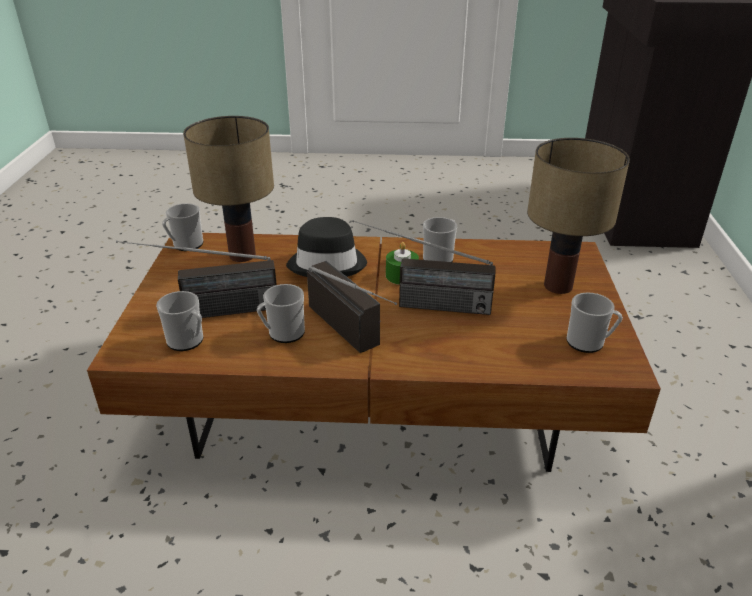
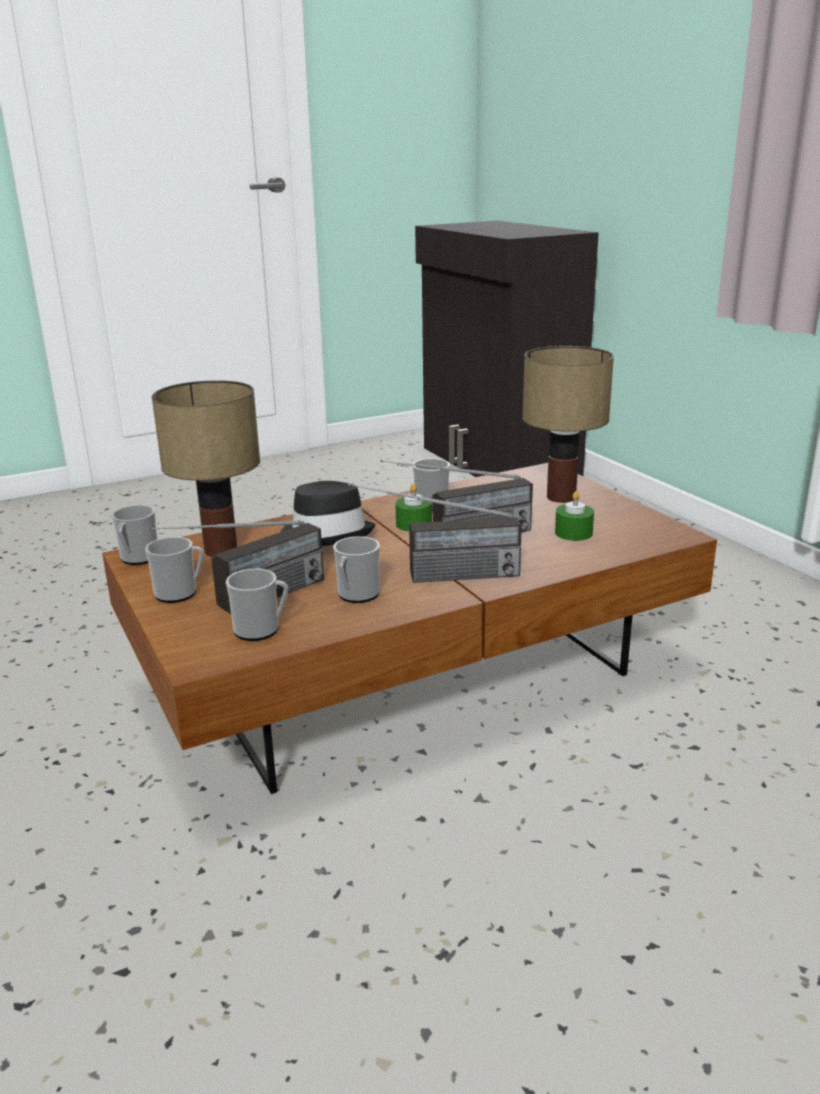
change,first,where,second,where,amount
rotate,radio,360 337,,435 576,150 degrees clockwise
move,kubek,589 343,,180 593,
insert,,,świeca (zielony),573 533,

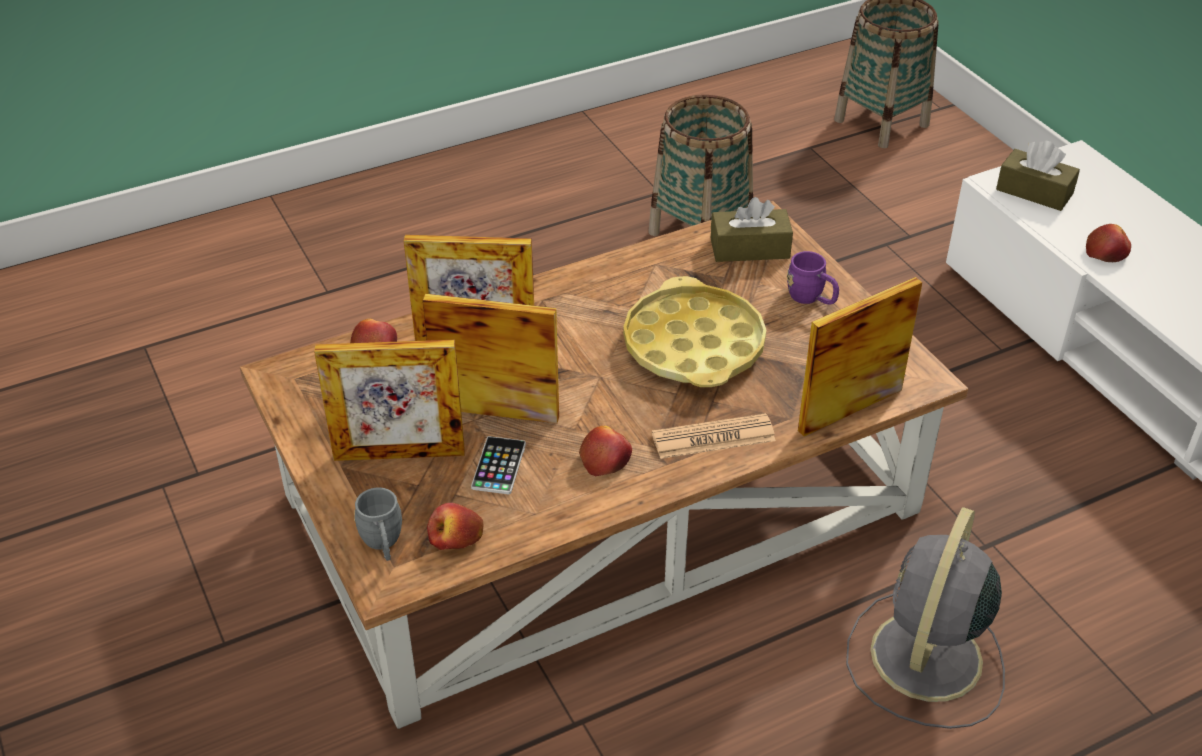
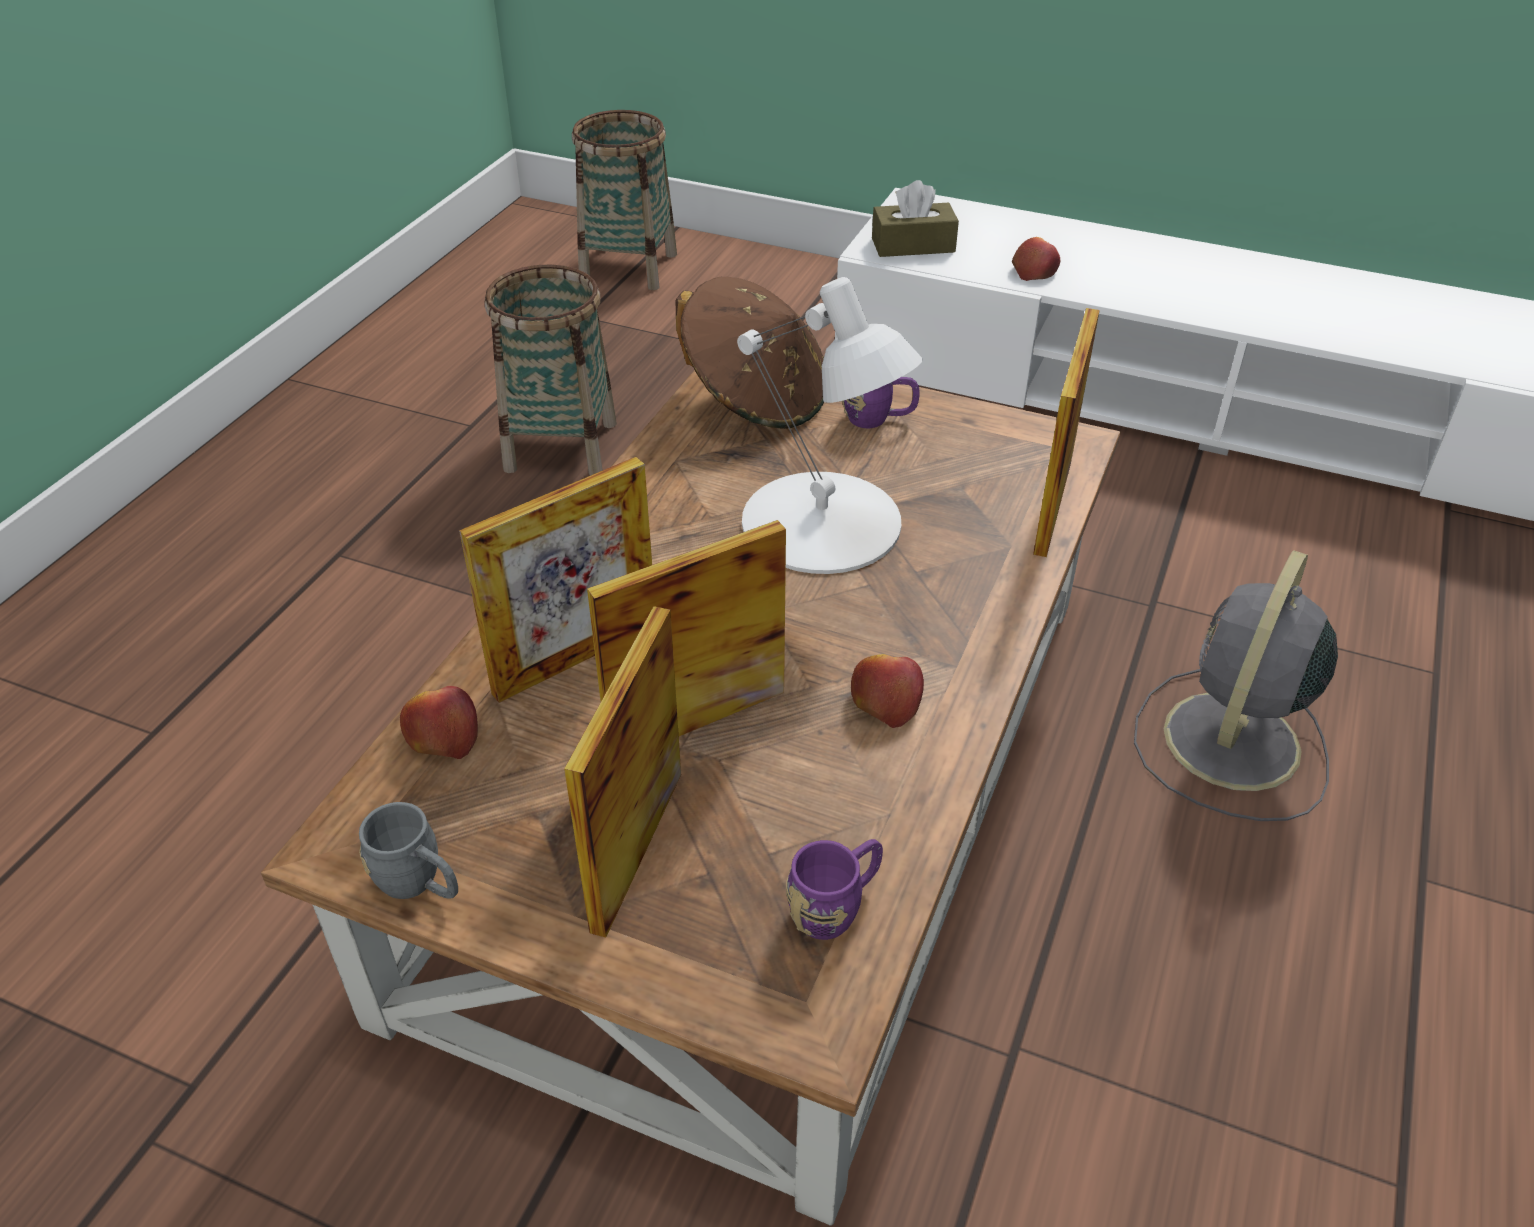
change,first,where,second,where,amount
replace,pudełko chusteczek (brązowy),749 248,kapelusz (brązowy),755 398,
replace,taca (żółty),693 345,lampa stołowa (biały),822 524,
rotate,ramka na zdjęcie,399 454,,637 849,150 degrees clockwise
delete,gazeta,713 437,,,
delete,telefon,499 466,,,
move,kubek (szary),383 544,,420 884,
replace,jabłko,456 537,kubek (fioletowy),836 907,
rotate,wentylator (szary),924 660,,1229 745,45 degrees clockwise

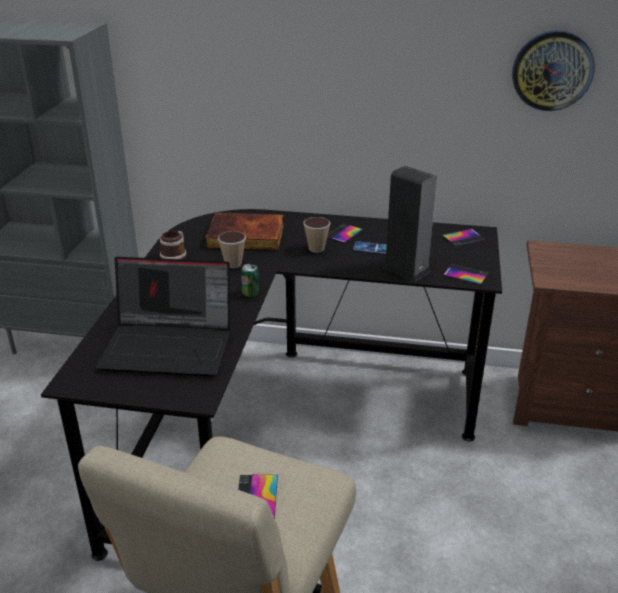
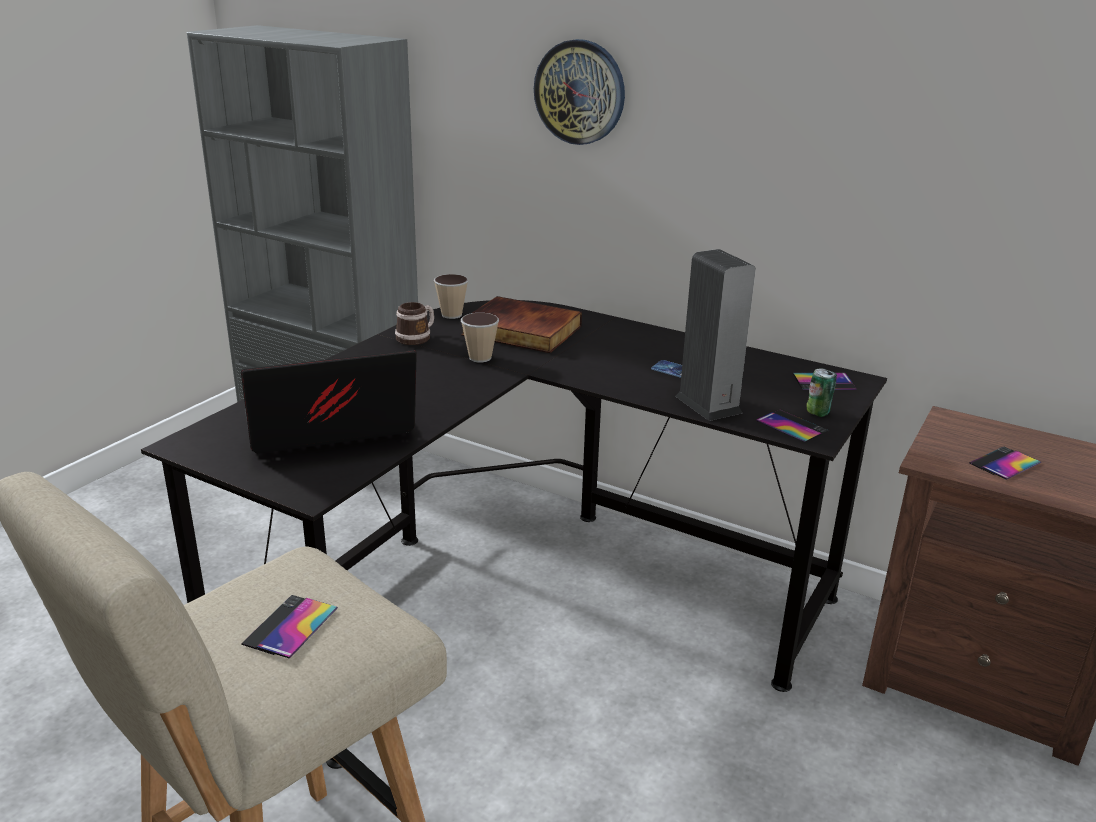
change,first,where,second,where,amount
move,zegar ścienny,552 70,,580 92,
move,filiżanka,316 249,,452 315,
move,telefon,343 233,,1004 463,
rotate,laptop,170 346,,327 430,135 degrees clockwise
move,puszka,250 294,,817 412,

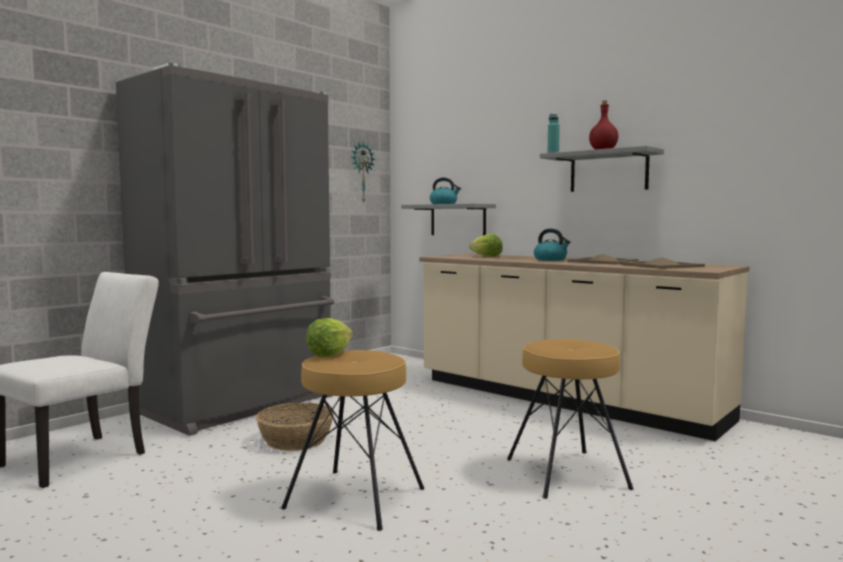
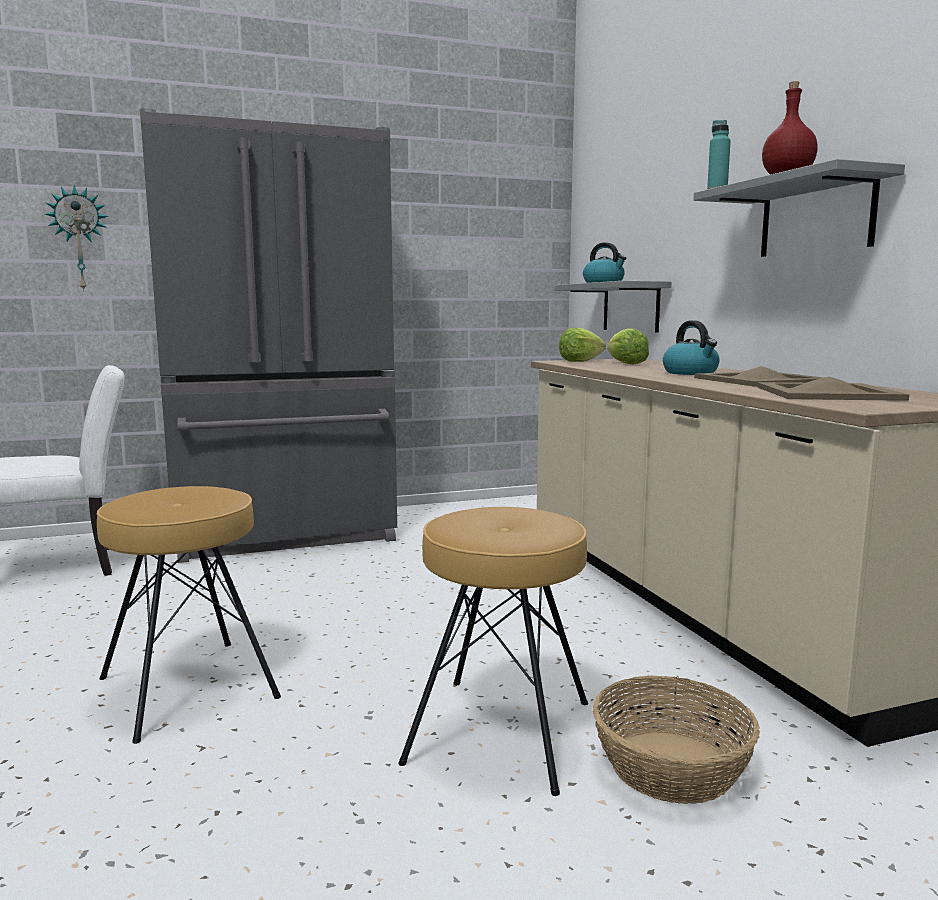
change,first,where,second,where,amount
move,zegar ścienny,361 172,,79 239,
move,sałata,329 354,,580 361,
move,koszyk,296 440,,671 766,

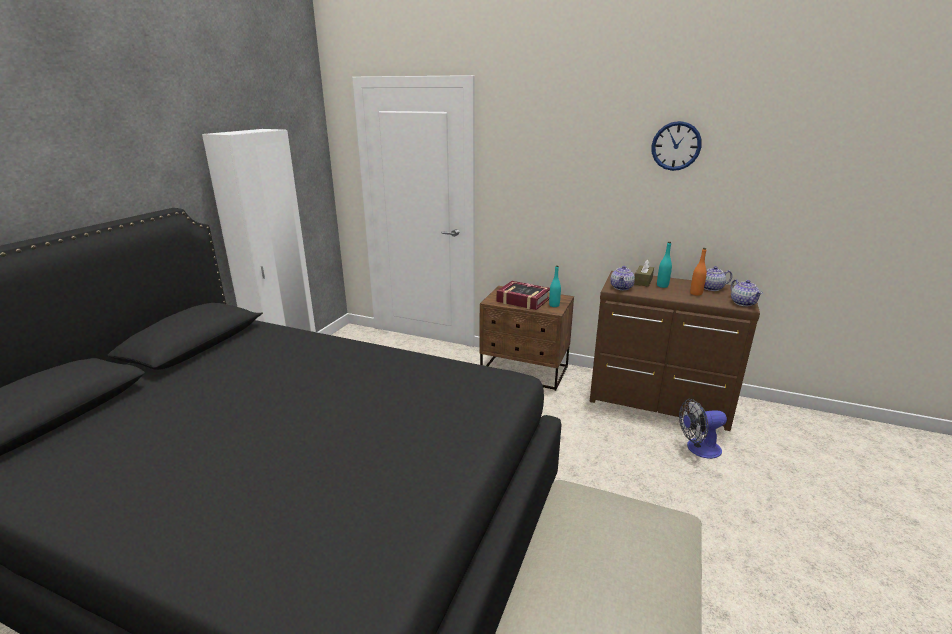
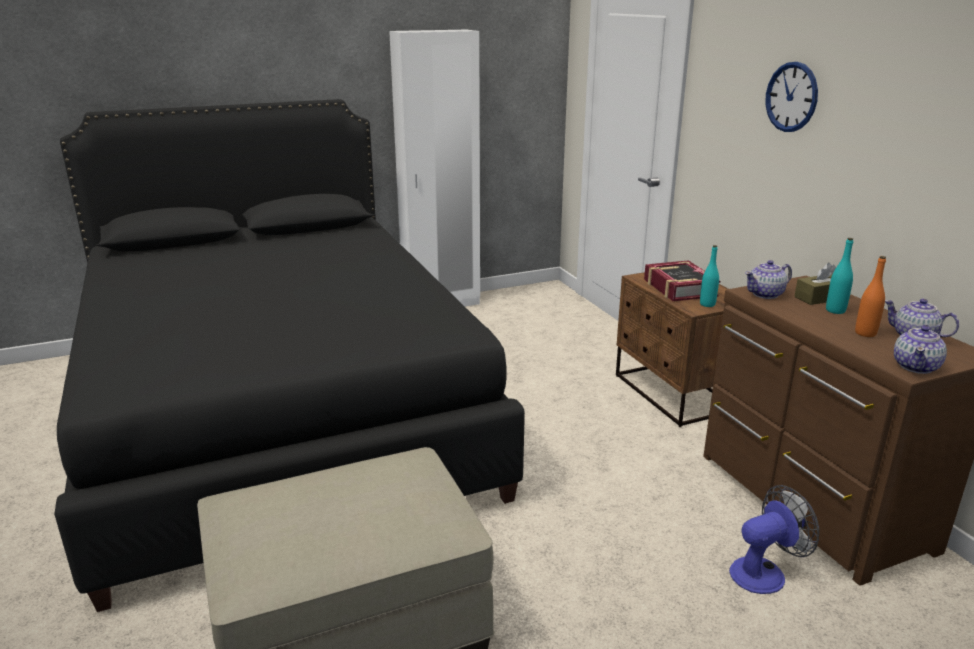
change,first,where,second,where,amount
move,zegar ścienny,676 146,,791 97,
rotate,wentylator,698 449,,765 572,120 degrees clockwise

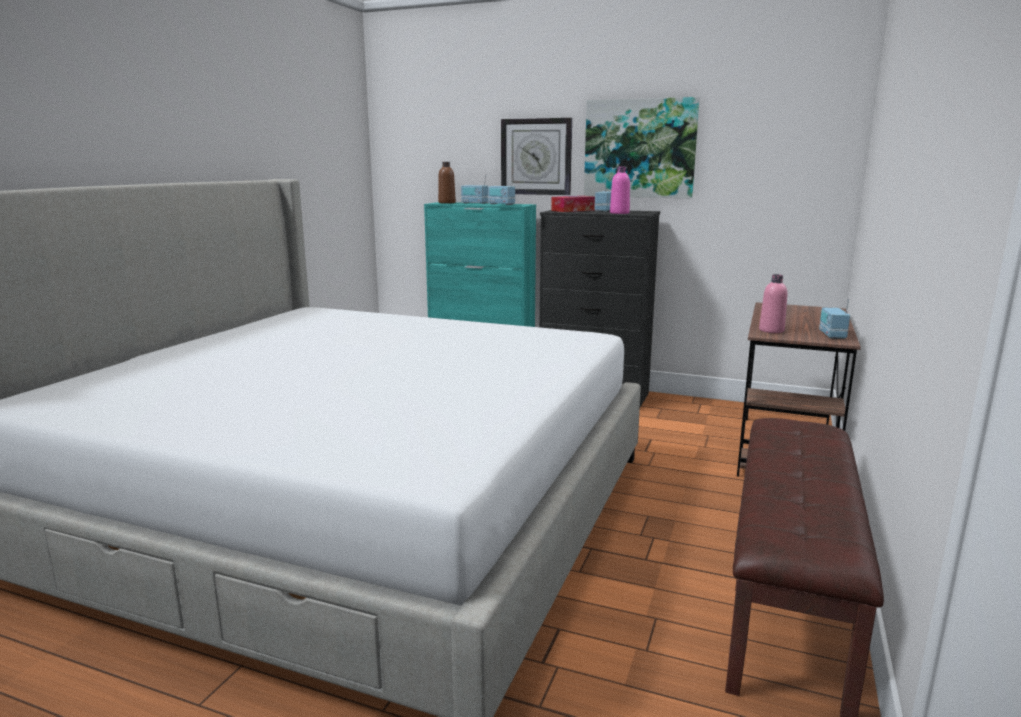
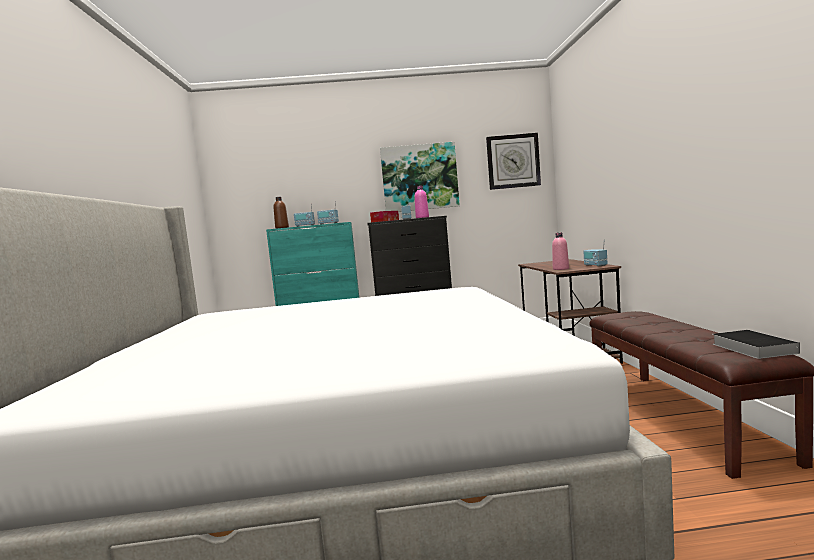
change,first,where,second,where,amount
move,zegar ścienny,536 157,,513 161,
insert,,,książka,750 348,

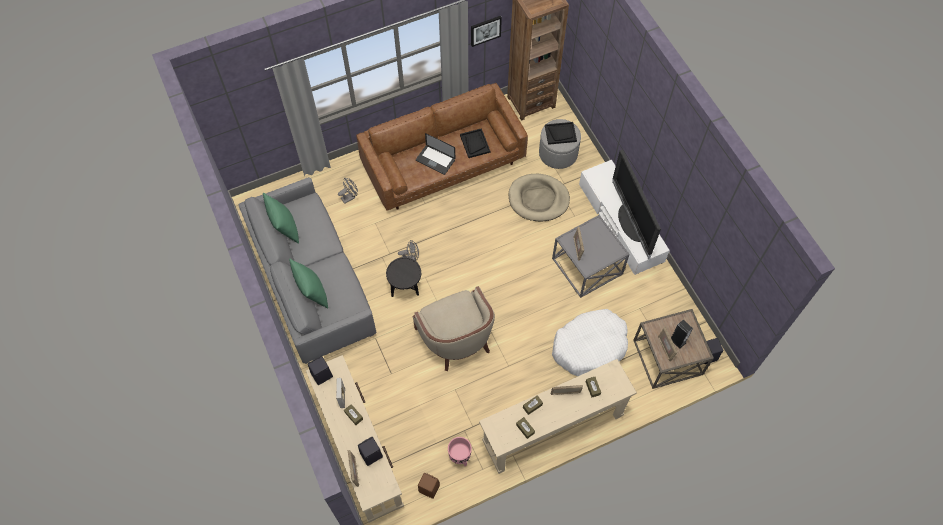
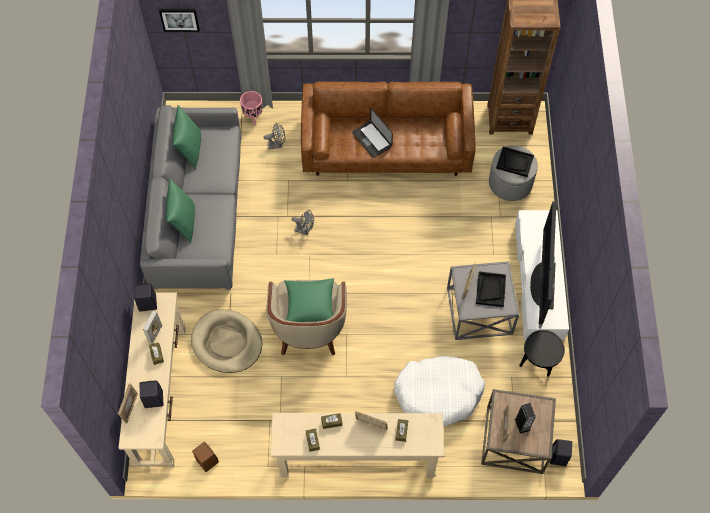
change,first,where,second,where,amount
move,obraz,485 30,,179 19,
move,taca (czarny),474 144,,490 289,
move,legowisko (beżowy),538 199,,227 343,
move,stolik (czarny),406 290,,537 365,
move,donica (różowy),460 457,,253 117,
insert,,,poduszka (zielony),310 305,

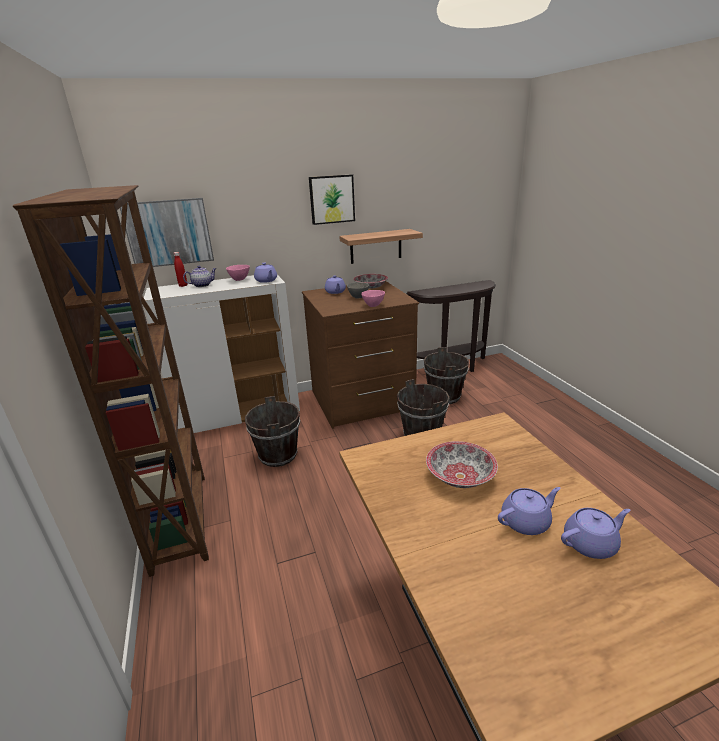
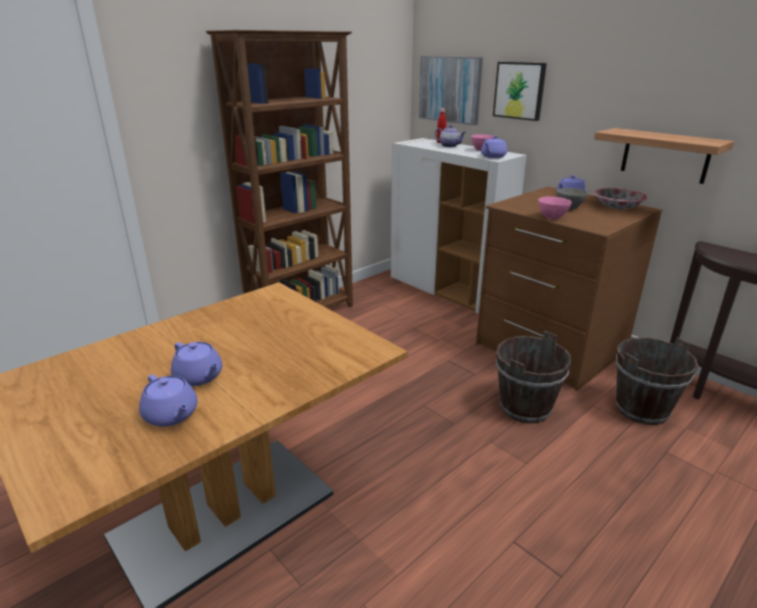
change,first,where,second,where,amount
move,obraz,331 199,,519 90,
delete,wiadro (brązowy),278 455,,,
delete,miska,460 477,,,

